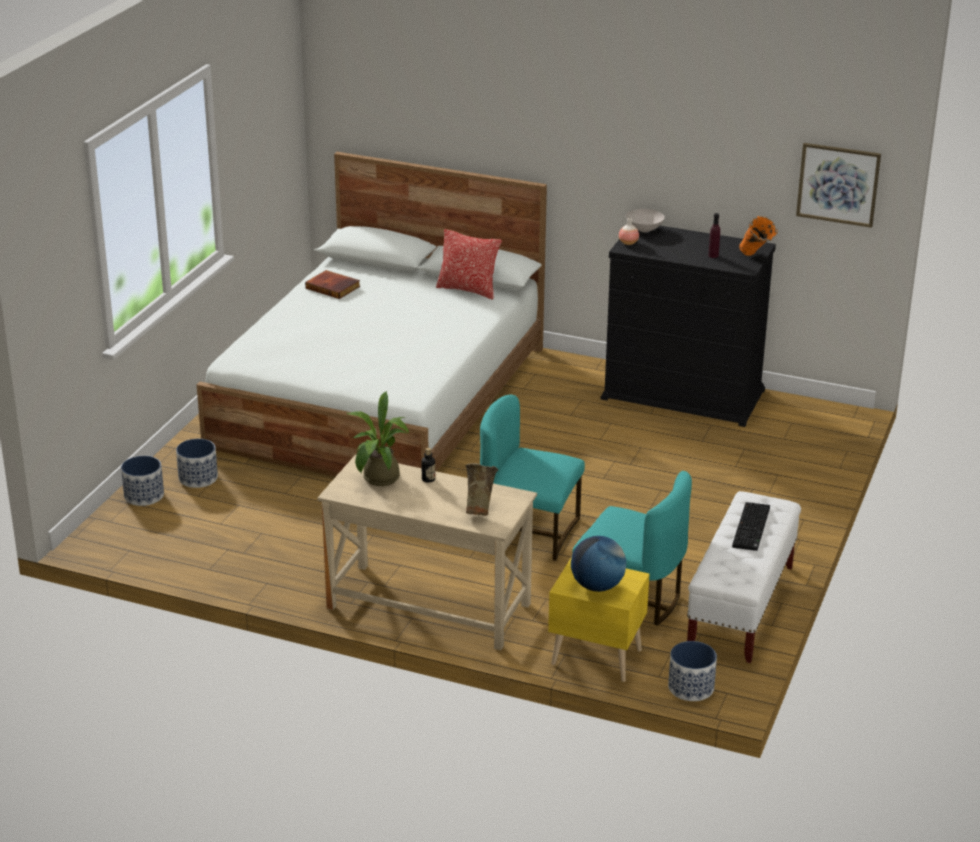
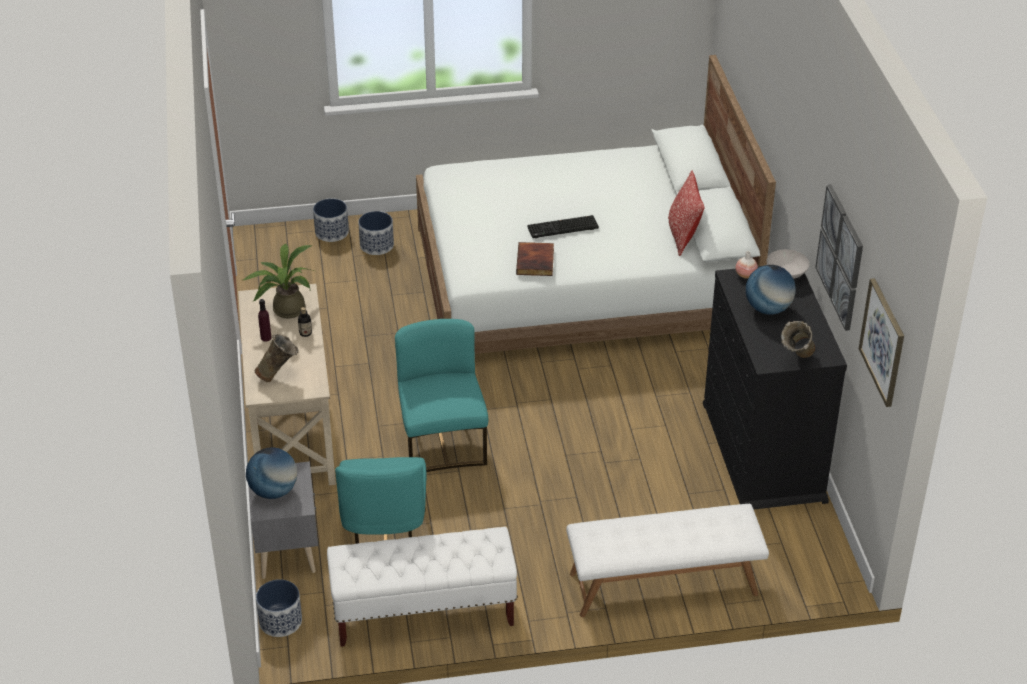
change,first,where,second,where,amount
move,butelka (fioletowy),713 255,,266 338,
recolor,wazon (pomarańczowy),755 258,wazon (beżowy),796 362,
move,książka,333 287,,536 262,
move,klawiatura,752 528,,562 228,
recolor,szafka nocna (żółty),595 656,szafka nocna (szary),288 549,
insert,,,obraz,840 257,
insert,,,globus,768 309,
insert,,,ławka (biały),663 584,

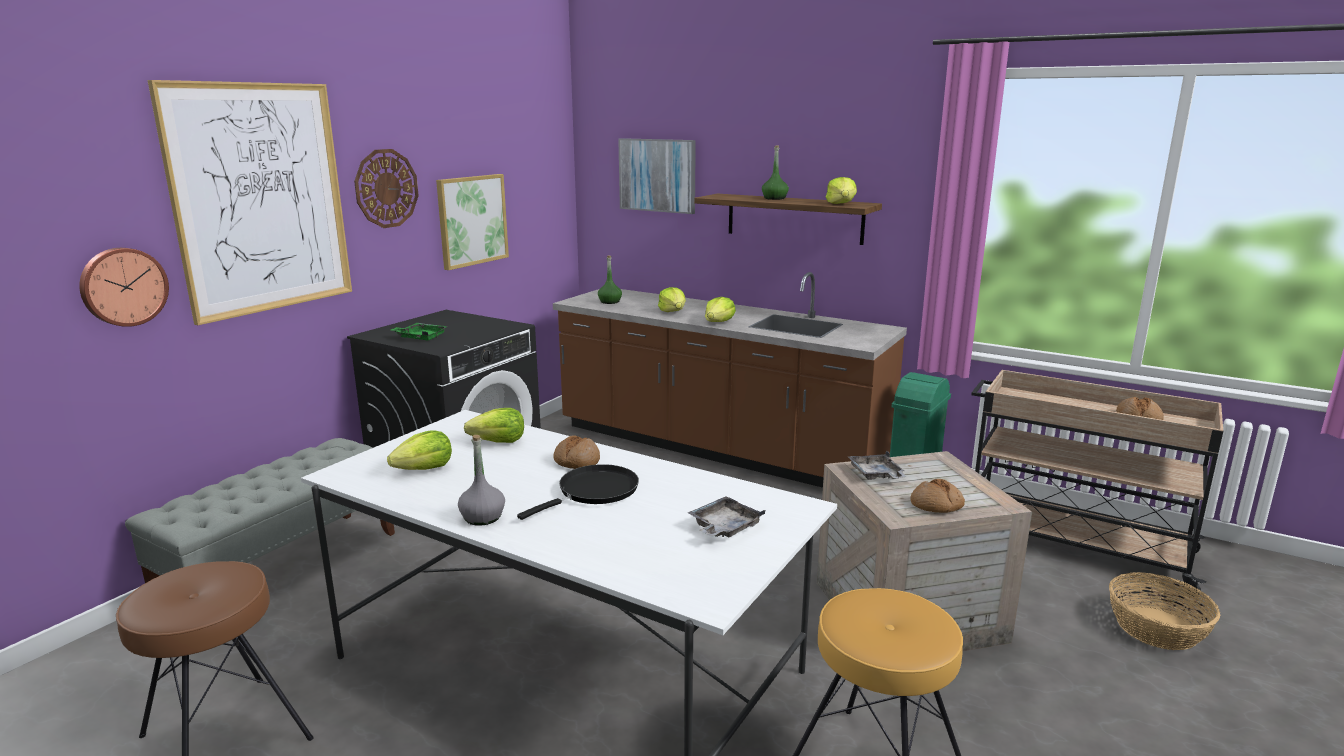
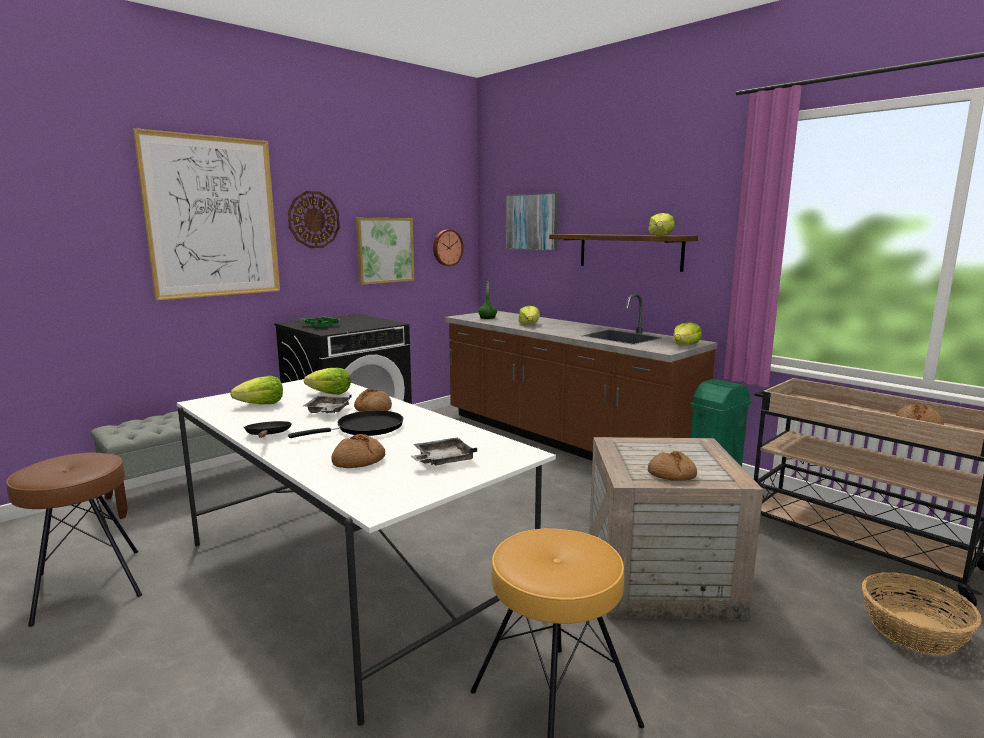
change,first,where,second,where,amount
delete,butelka (zielony),774 198,,,
move,zegar ścienny,123 286,,447 247,
move,sałata,718 322,,685 345,
replace,butelka (szary),483 517,patelnia (czarny),268 435,
move,taca (szary),876 475,,328 411,
insert,,,chleb,359 461,

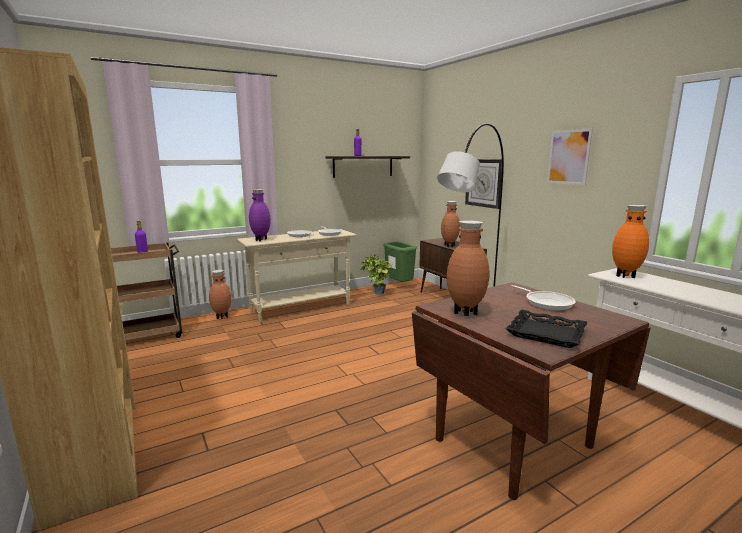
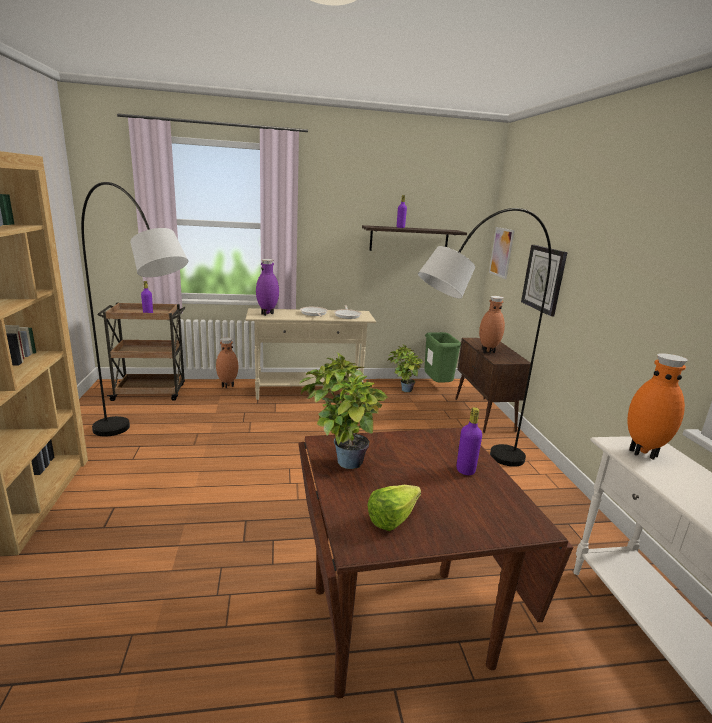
change,first,where,second,where,amount
move,obraz,568 157,,501 252,
replace,wazon (brązowy),465 314,roślina doniczkowa,342 462,
replace,patelnia,547 302,butelka (fioletowy),465 470,
replace,taca (czarny),545 333,sałata,397 518,
insert,,,lampa stojąca (szary),145 451,

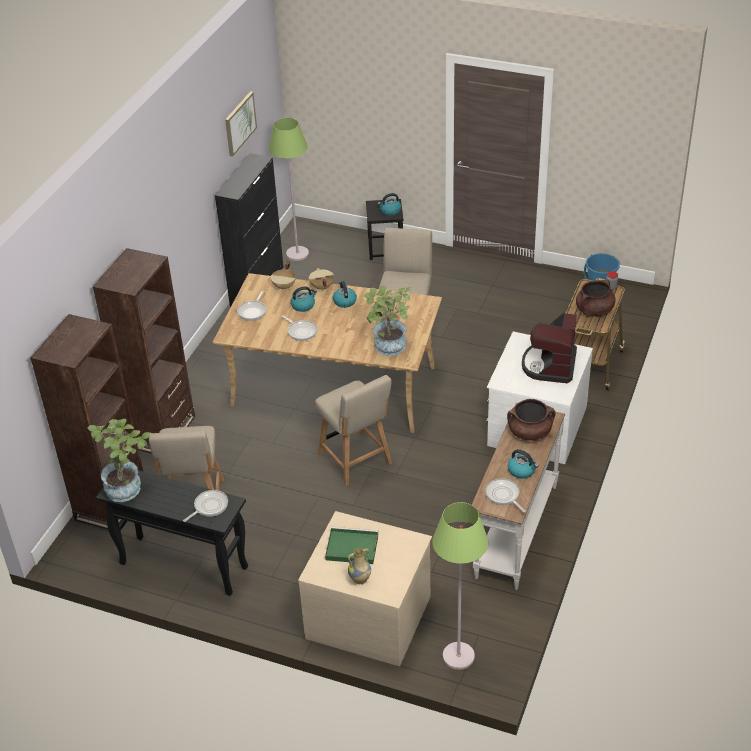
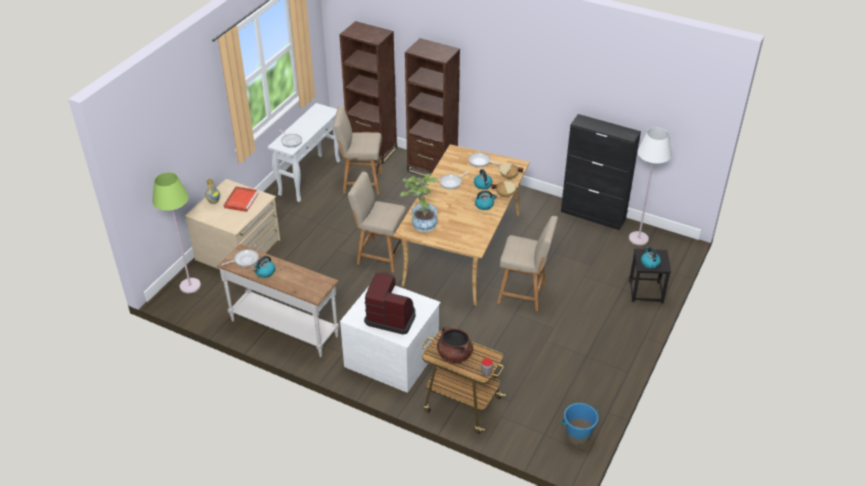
change,first,where,second,where,amount
delete,obraz,240 123,,,
recolor,lampa stojąca (zielony),297 253,lampa stojąca (biały),638 239,
rotate,krzesło (beżowy),356 461,,379 254,45 degrees clockwise
delete,garnek (brązowy),529 432,,,
delete,roślina doniczkowa,128 487,,,
recolor,stolik konsolowy (czarny),182 565,stolik konsolowy (biały),310 177,
recolor,taca (zielony),351 547,taca (czerwony),241 200,

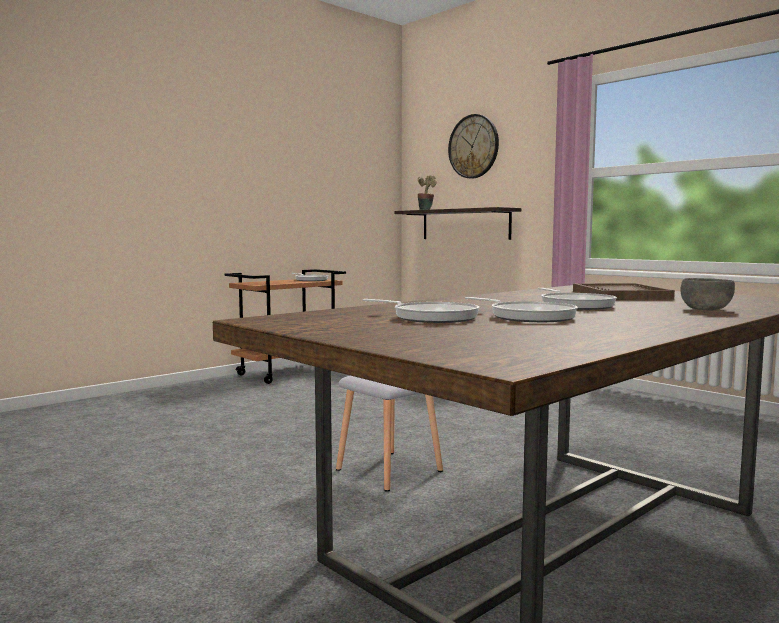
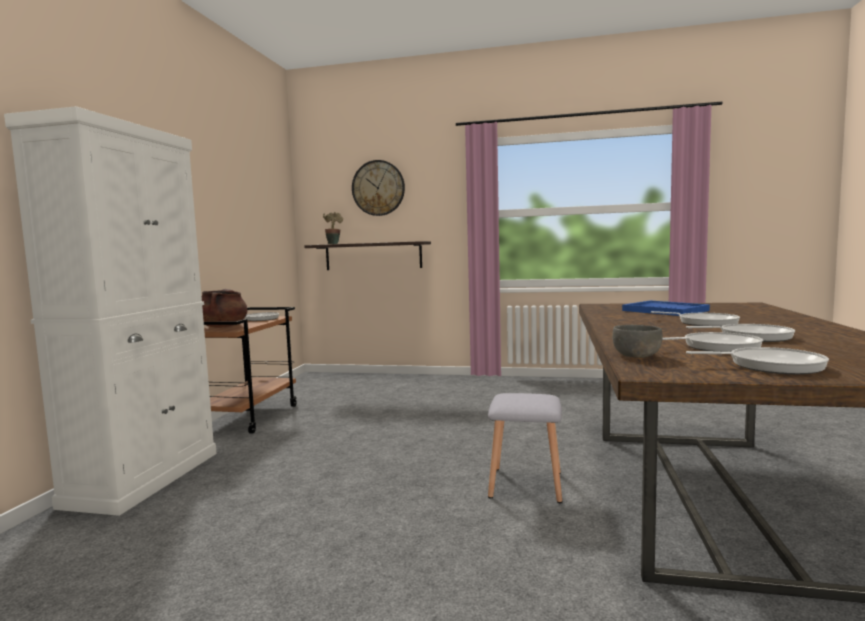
change,first,where,second,where,amount
move,miska (szary),705 309,,636 355,
recolor,taca (brązowy),620 295,taca (niebieski),665 310,
insert,,,szafka (biały),144 478,
insert,,,garnek (brązowy),222 327,
insert,,,patelnia,770 366,

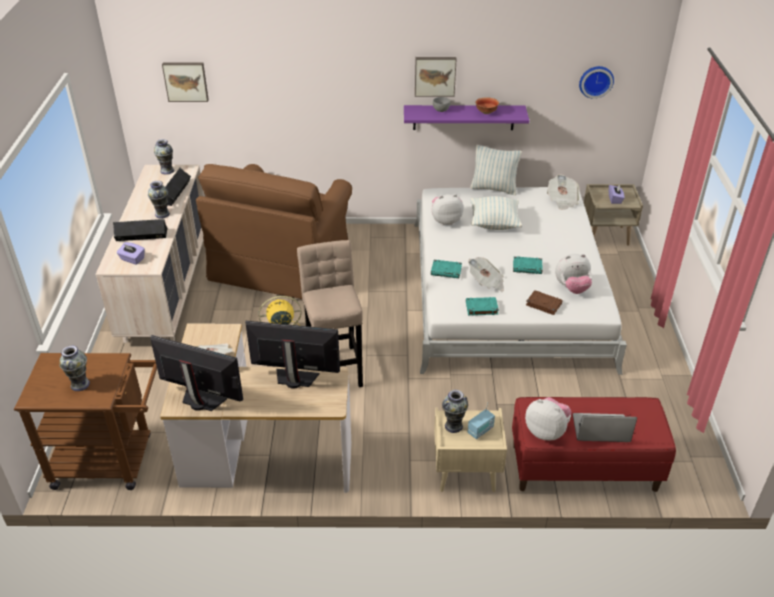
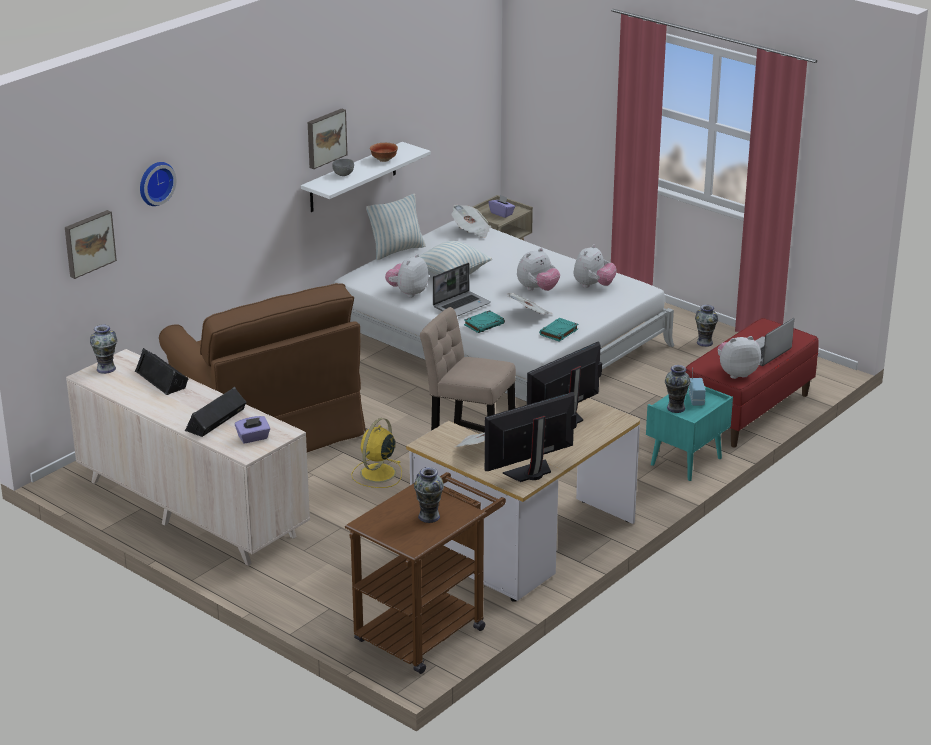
change,first,where,second,where,amount
move,zegar ścienny,596 81,,154 182,
recolor,półka (fioletowy),463 117,półka (biały),353 177,
move,wazon,162 214,,705 342,
replace,książka (turkusowy),527 267,pluszak,537 289,
delete,książka (brązowy),543 304,,,
recolor,szafka nocna (beżowy),465 474,szafka nocna (turkusowy),686 462,
insert,,,laptop,461 305,

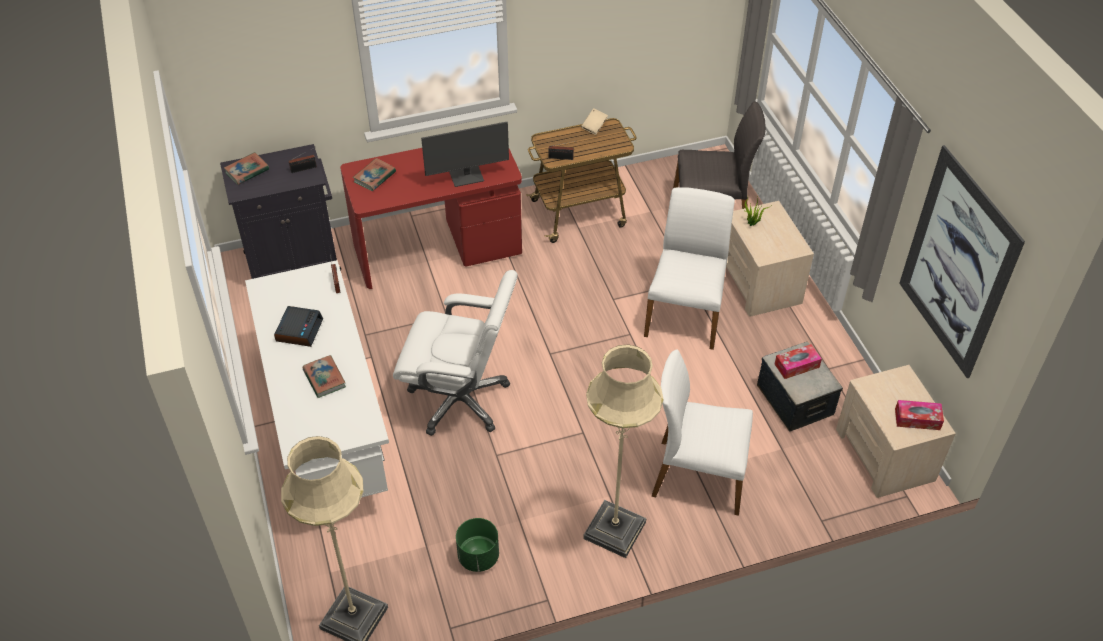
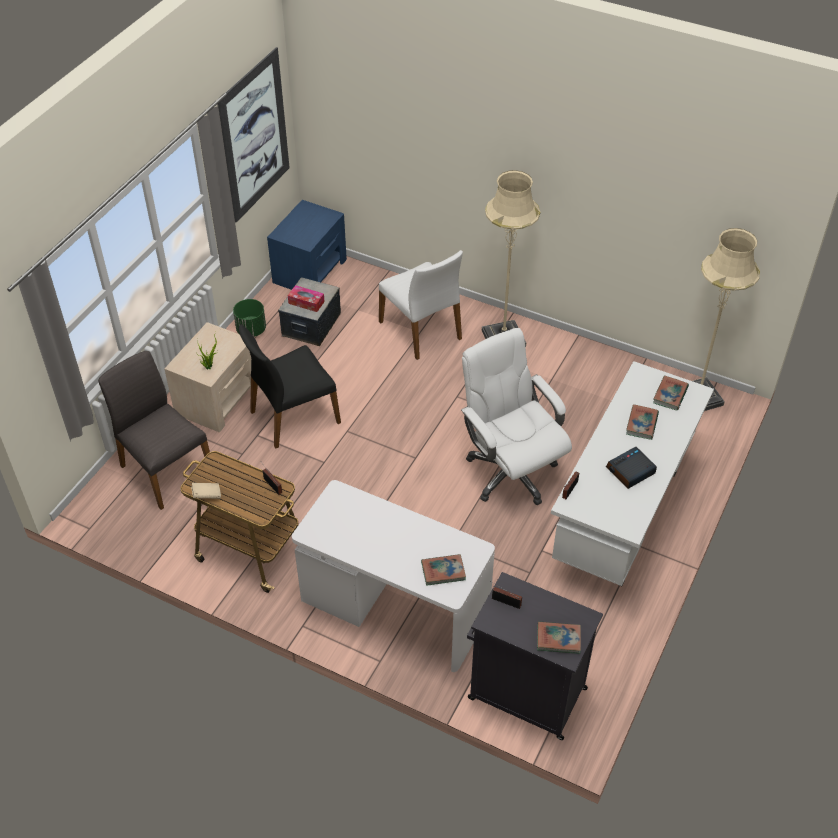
change,first,where,second,where,amount
delete,monitor,467 177,,,
recolor,biurko (czerwony),438 247,biurko (biały),394 608,
recolor,krzesło (biały),685 313,krzesło (czarny),293 416,
recolor,szafka nocna (beżowy),885 455,szafka nocna (niebieski),310 270,
delete,pudełko chusteczek,917 419,,,
move,donica (zielony),478 556,,251 330,
insert,,,książka,670 395,

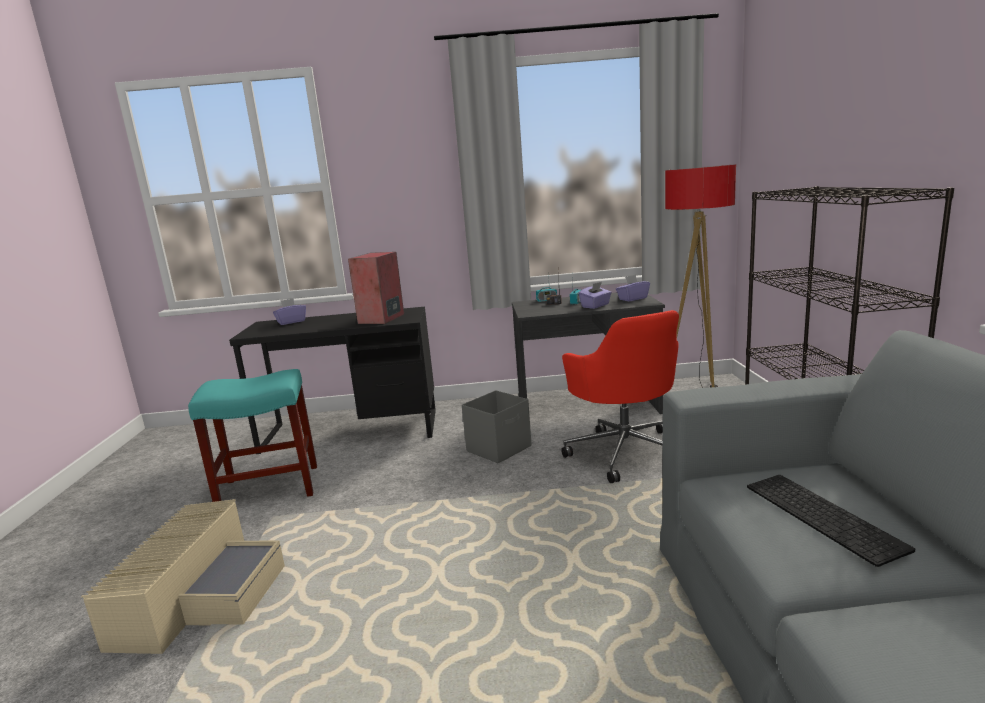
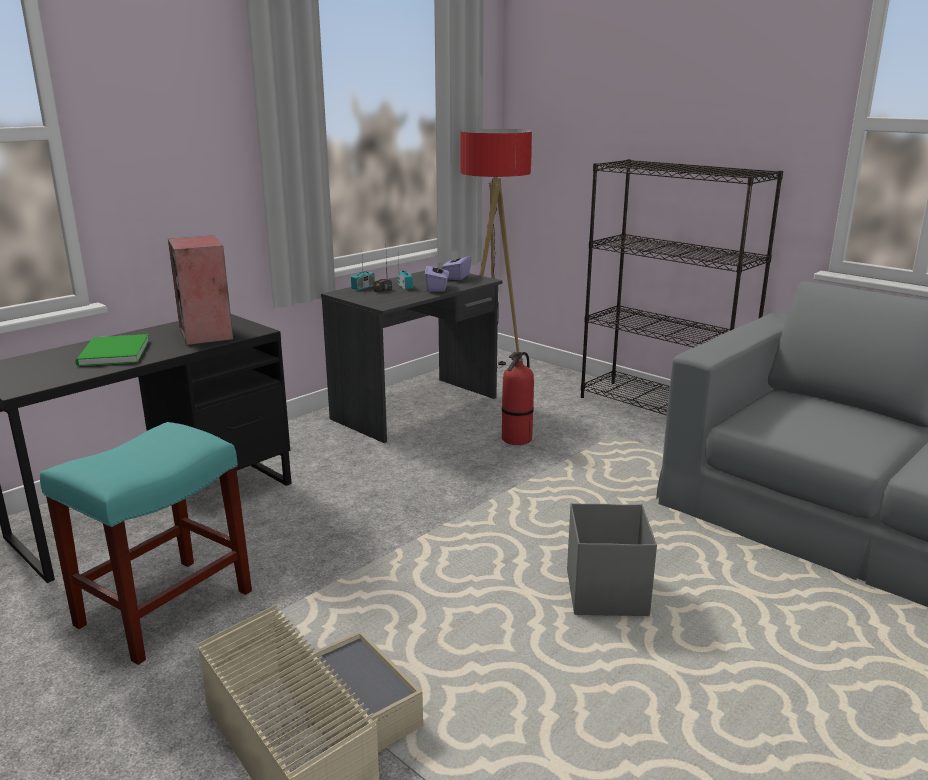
change,first,where,second,where,amount
delete,pudełko chusteczek (fioletowy),291 322,,,
replace,krzesło biurowe (czerwony),625 451,gaśnica,517 439,
move,pojemnik do przechowywania (szary),500 448,,607 592,
delete,klawiatura,825 516,,,
insert,,,książka (zielony),112 353,

